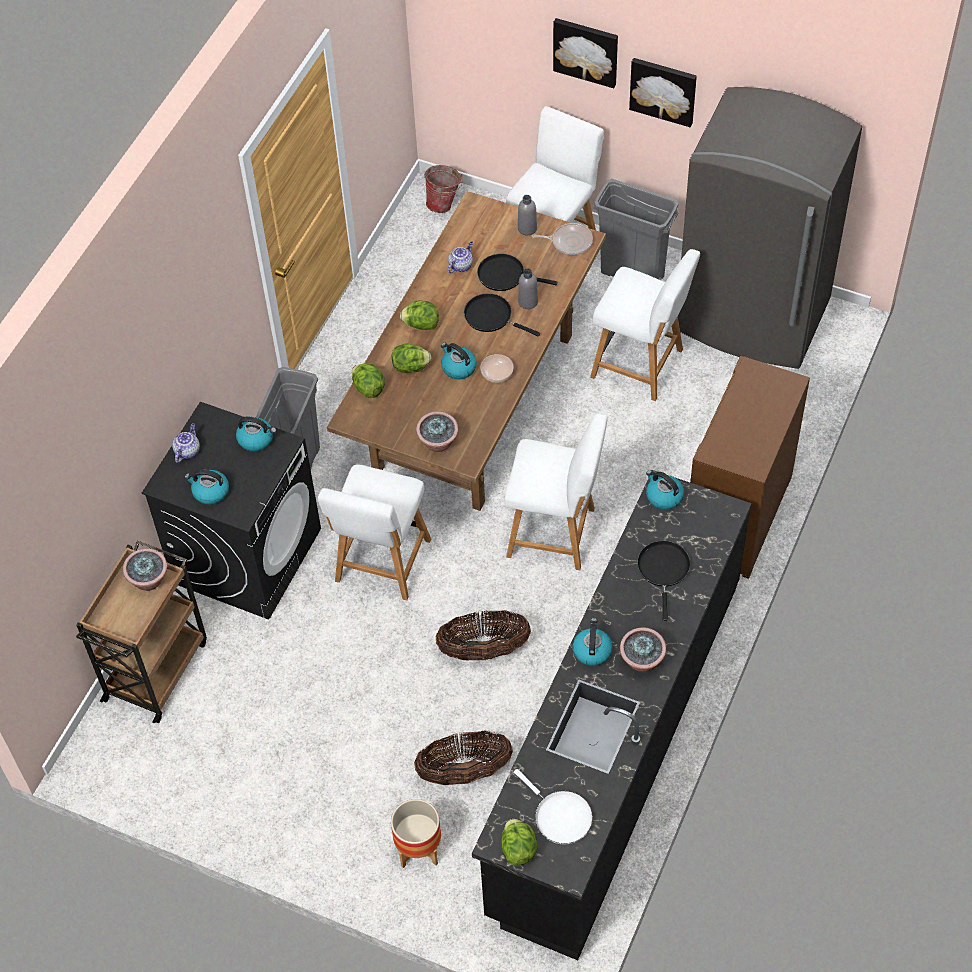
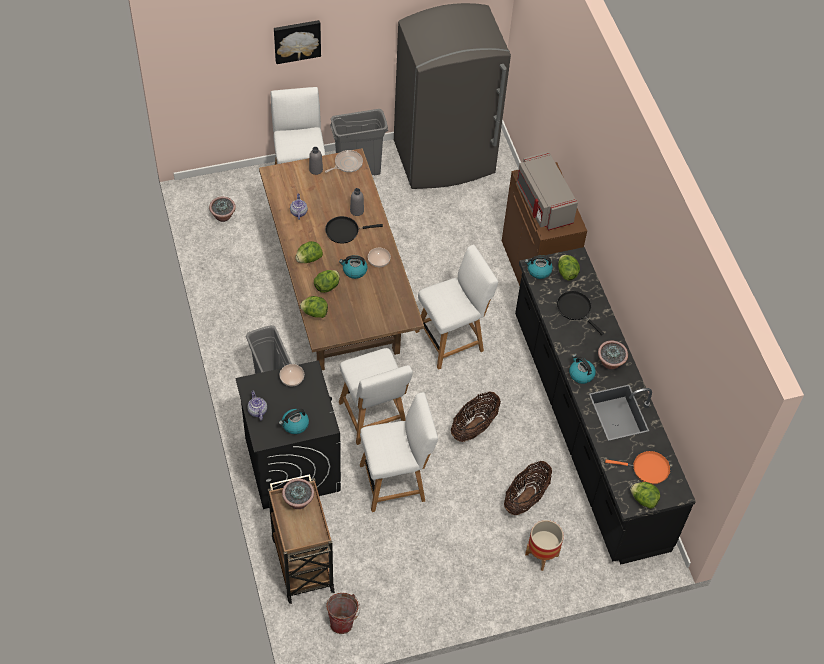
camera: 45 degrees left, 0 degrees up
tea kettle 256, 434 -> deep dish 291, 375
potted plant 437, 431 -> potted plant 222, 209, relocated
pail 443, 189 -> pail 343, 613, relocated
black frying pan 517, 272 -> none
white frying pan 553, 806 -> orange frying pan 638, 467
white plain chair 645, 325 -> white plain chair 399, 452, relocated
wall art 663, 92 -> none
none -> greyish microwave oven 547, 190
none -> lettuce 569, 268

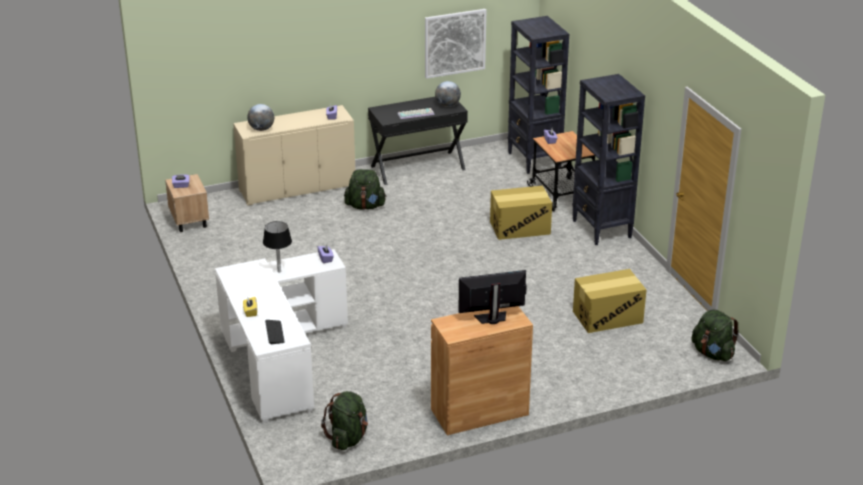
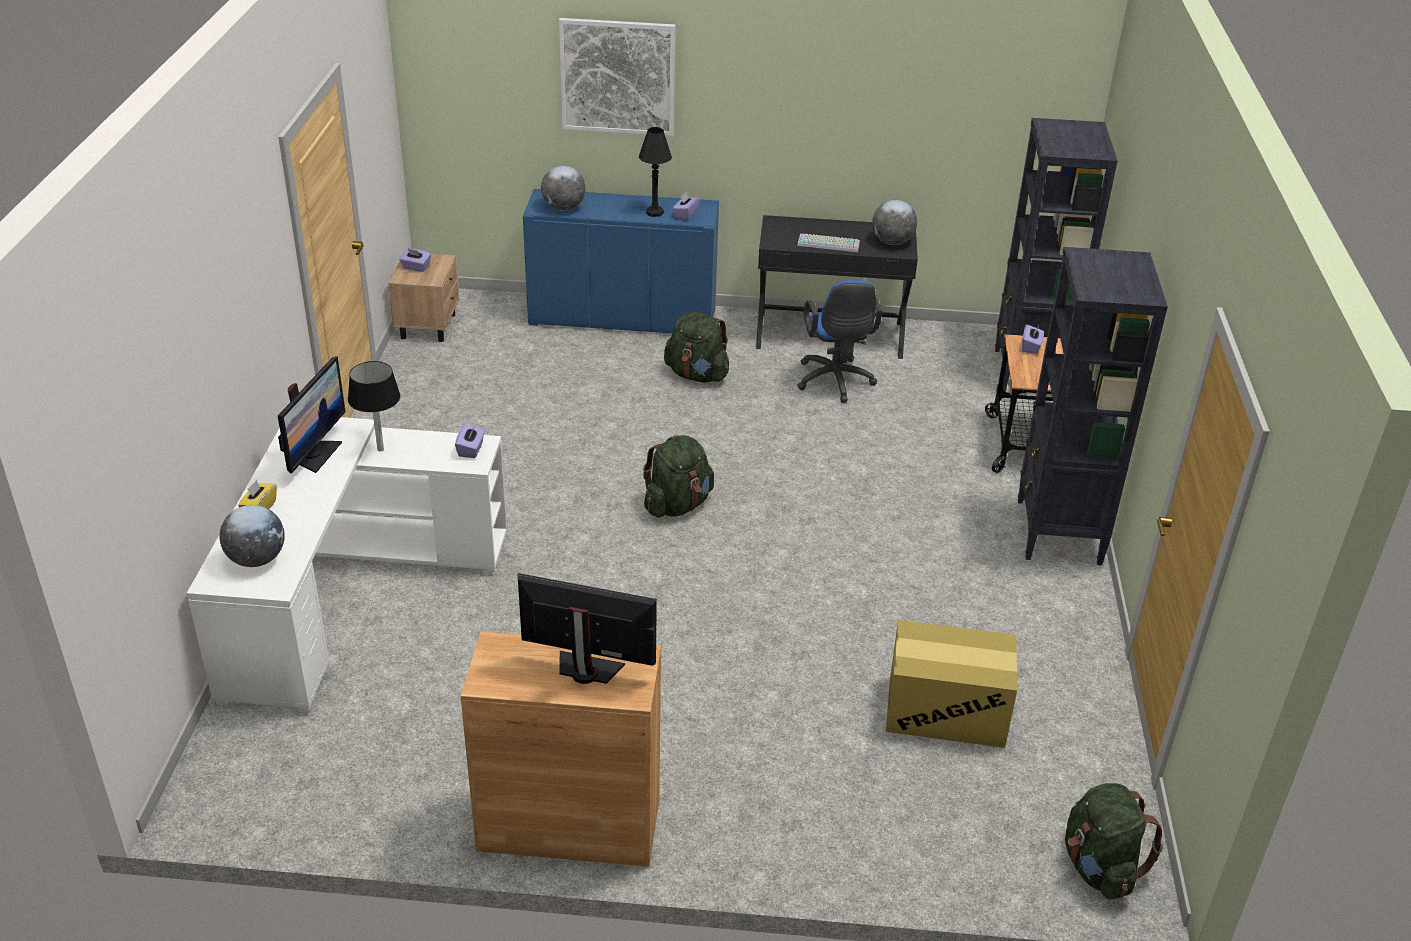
camera: 25 degrees right, 5 degrees up
sand-coloured cabinet 294, 155 -> bluish cabinet 621, 261
computer keyboard 275, 332 -> world globe 252, 536
green-coloured backpack 344, 420 -> green-coloured backpack 678, 476, relocated
wall art 456, 44 -> wall art 617, 77, relocated
packing box 521, 213 -> none
none -> monitor 311, 414
none -> black table lamp 655, 172
none -> bluish desk chair 839, 341

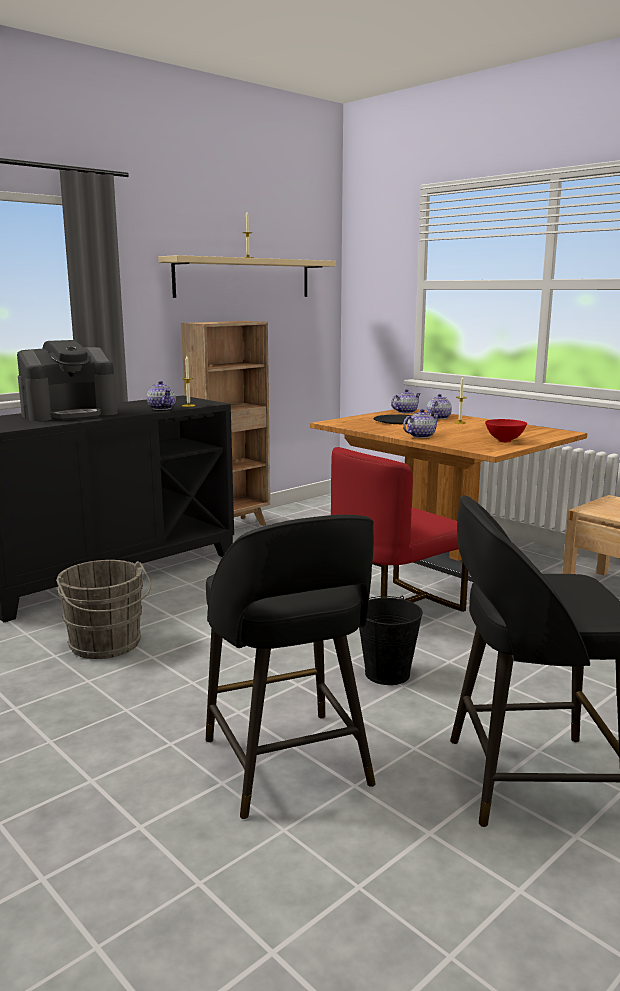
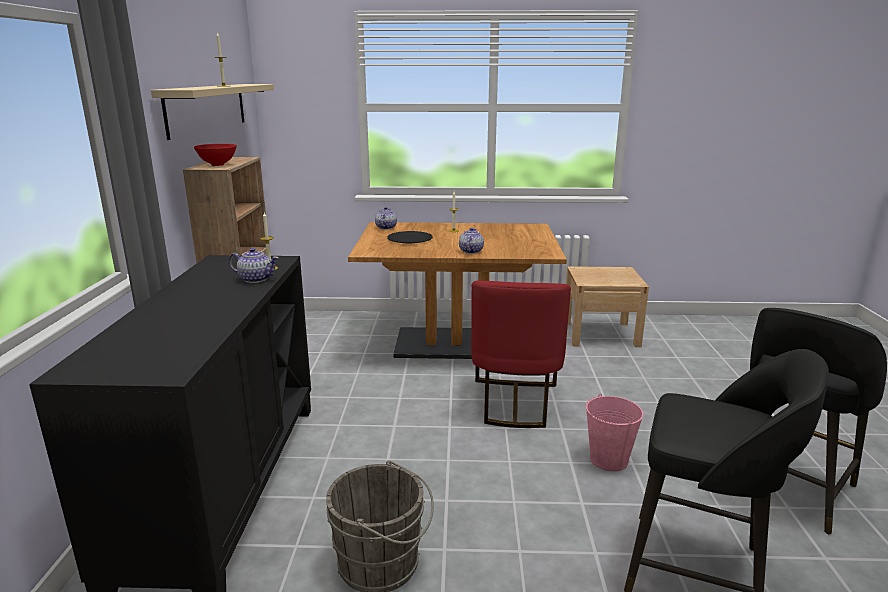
camera: 45 degrees left, 5 degrees up
coffee machine 67, 380 -> none
black pail 391, 640 -> pink pail 614, 432
teapot 439, 406 -> none
red deep dish 506, 430 -> red deep dish 215, 155, relocated

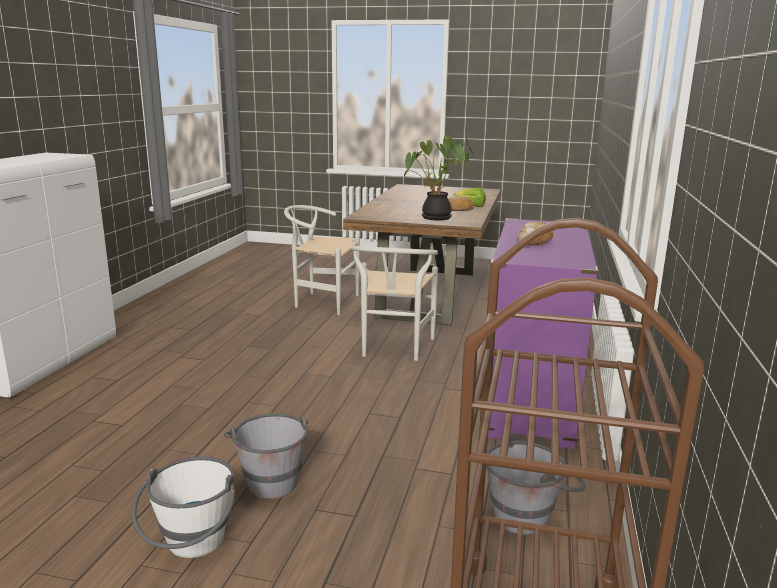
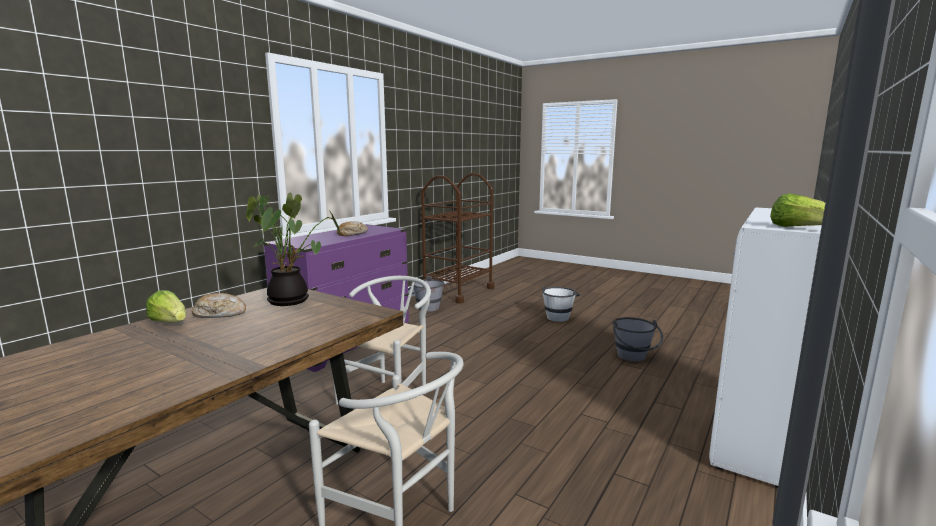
camera: 160 degrees left, 5 degrees down
greyish pail 266, 456 -> greyish pail 637, 339, relocated
none -> lettuce 797, 210

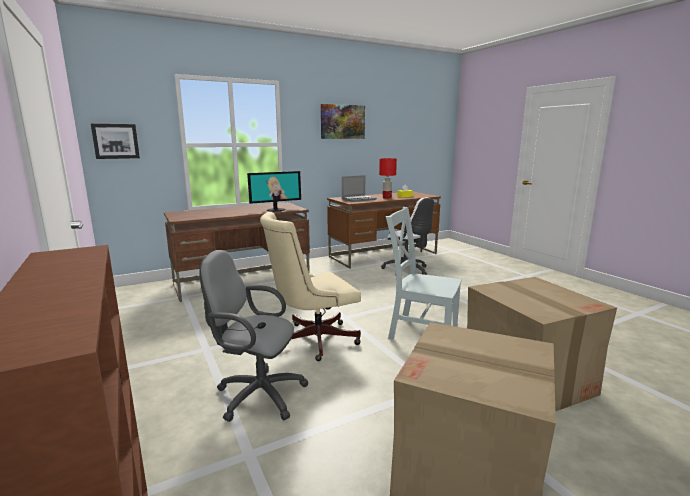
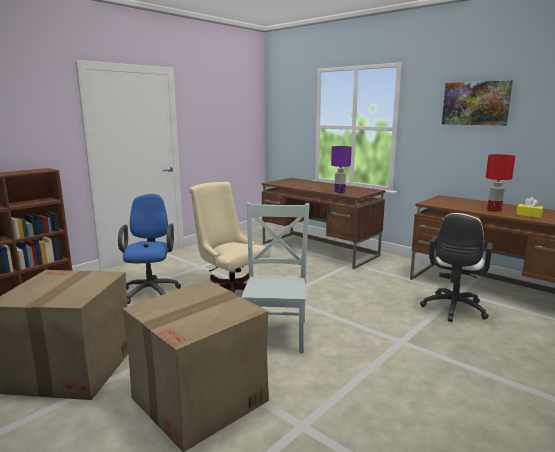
camera: 70 degrees right, 0 degrees up
wall art 115, 141 -> none
greyish desk chair 254, 336 -> bluish desk chair 149, 249
monitor 274, 191 -> purple table lamp 341, 169
laptop 359, 188 -> none

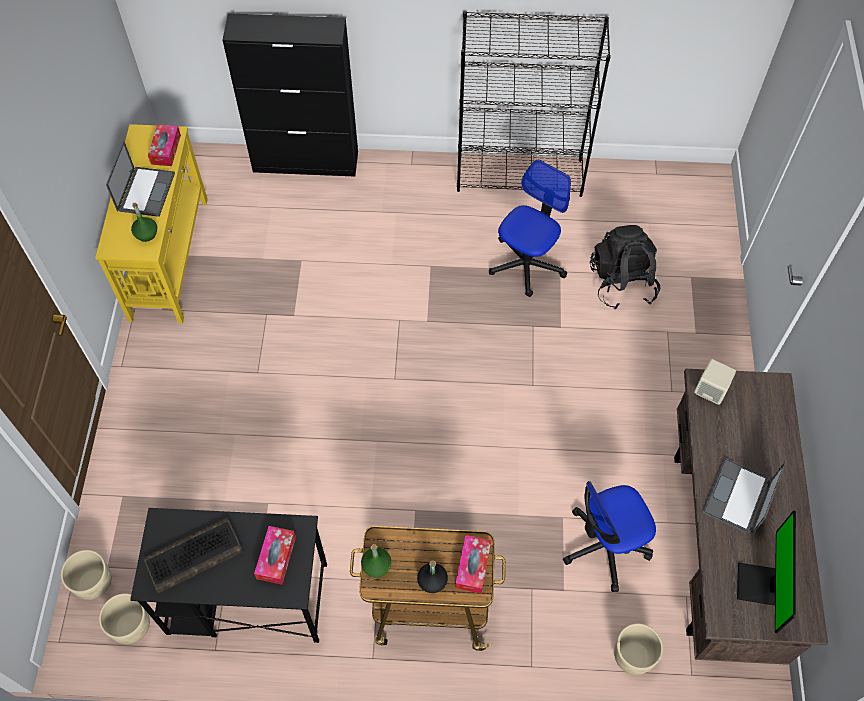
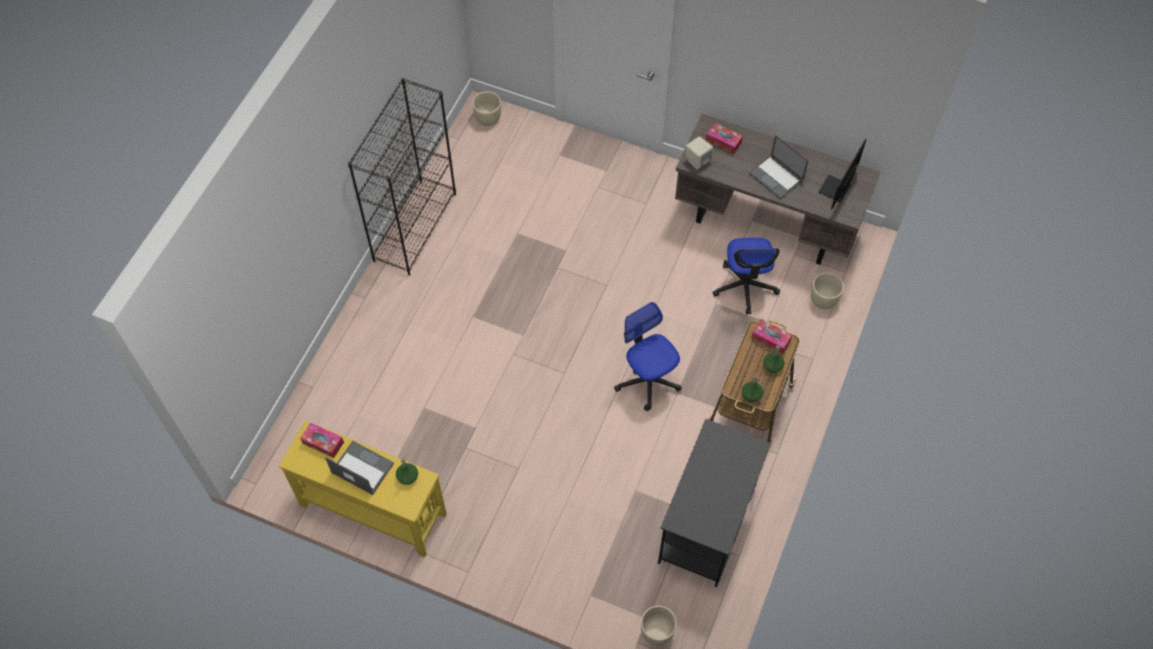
camera: 70 degrees left, 0 degrees up
sand-coloured flower pot 124, 618 -> sand-coloured flower pot 486, 108, relocated
computer keyboard 193, 555 -> none
black cabinet 290, 95 -> none
tissue box 275, 555 -> tissue box 724, 138, relocated
black beverage bottle 432, 576 -> green-coloured beverage bottle 773, 359
desk chair 530, 228 -> desk chair 648, 356, relocated
black backpack 625, 267 -> none
monitor 766, 572 -> monitor 842, 174, 90 degrees clockwise

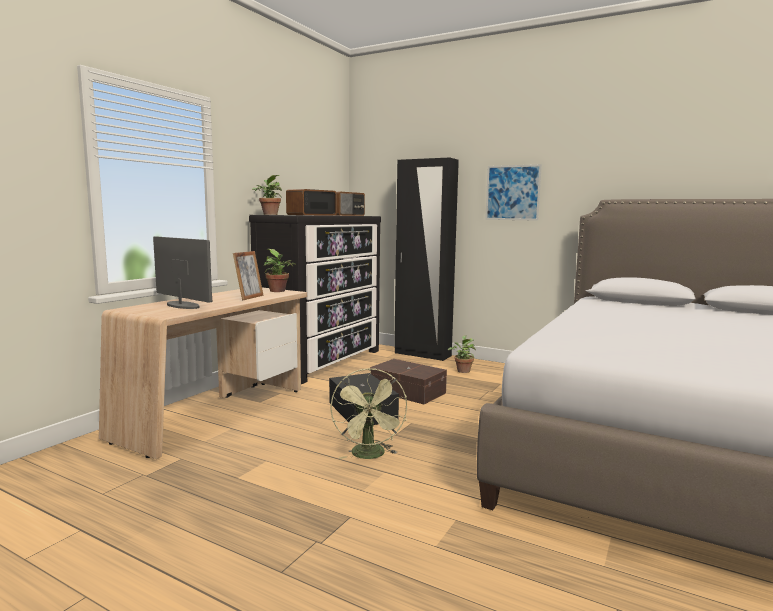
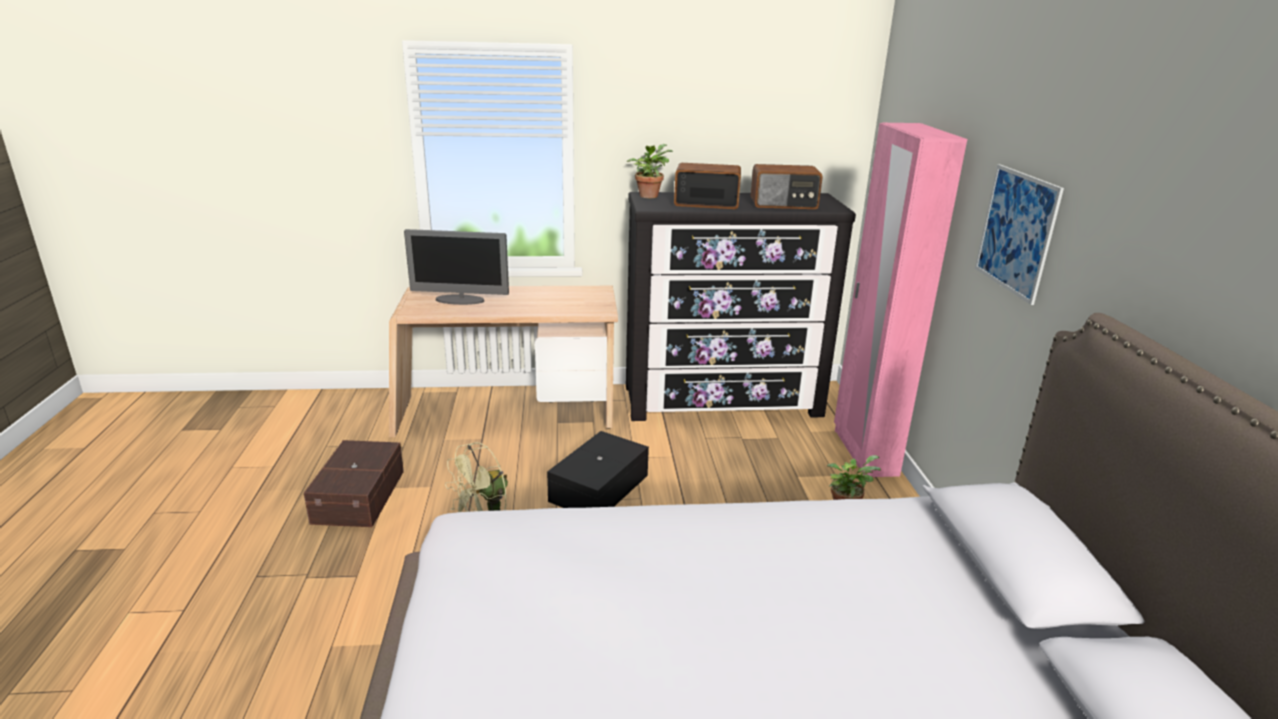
camera: 55 degrees right, 15 degrees up
monitor 182, 273 -> monitor 456, 267, 90 degrees clockwise
photo frame 248, 276 -> none
potted plant 280, 270 -> none
brownish storage container 408, 382 -> brownish storage container 354, 483, relocated
black armoire 426, 259 -> pink armoire 900, 300

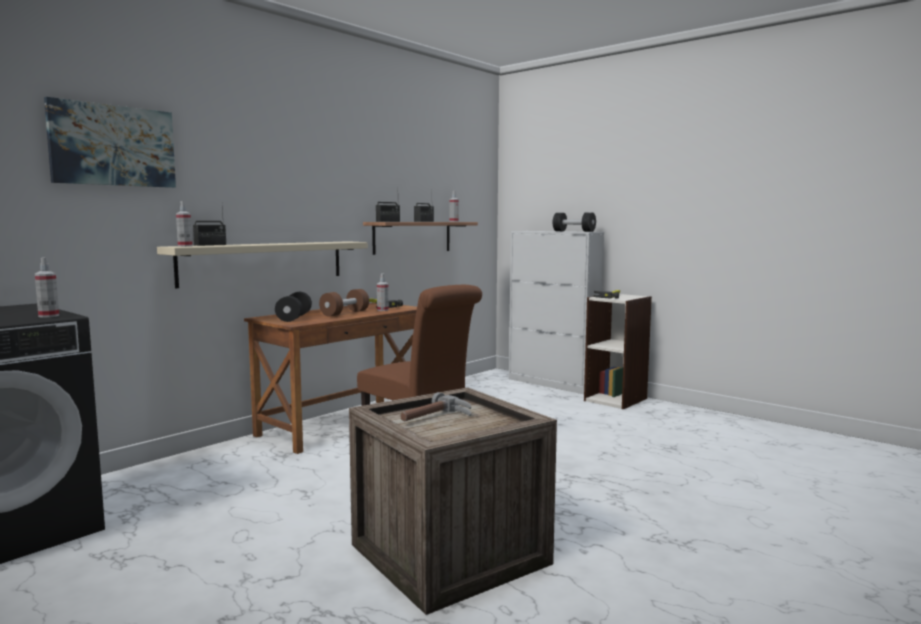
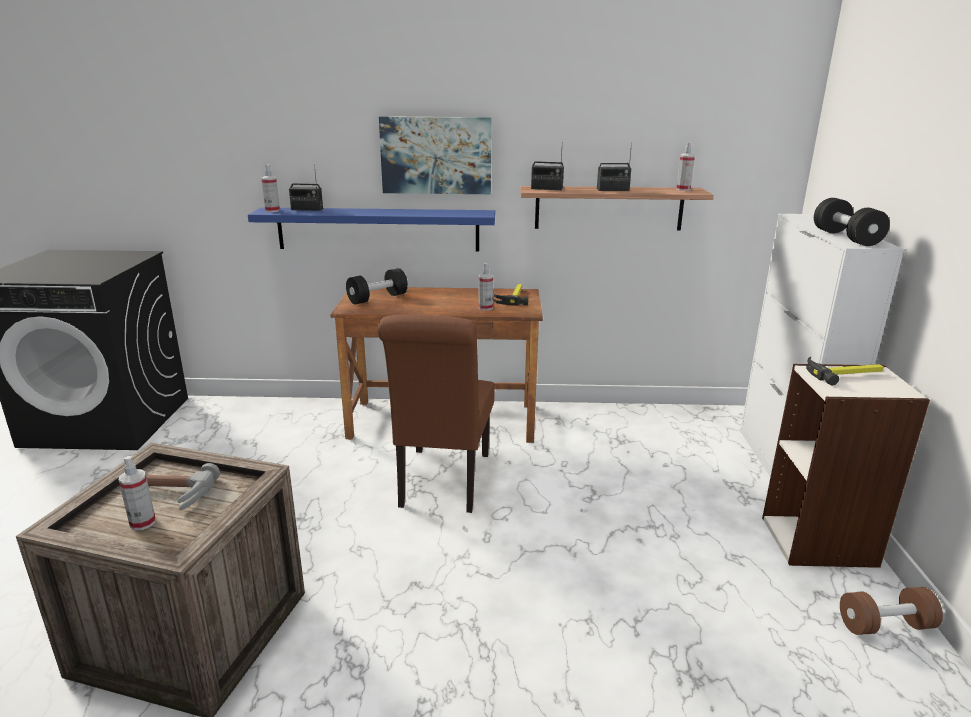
camera: 50 degrees right, 15 degrees up
hand sprayer 47, 287 -> hand sprayer 137, 492, relocated
wall art 110, 142 -> wall art 435, 155, relocated
sand-coloured shelf 262, 264 -> bluish shelf 371, 229
brownish free weight 344, 302 -> brownish free weight 891, 611, relocated

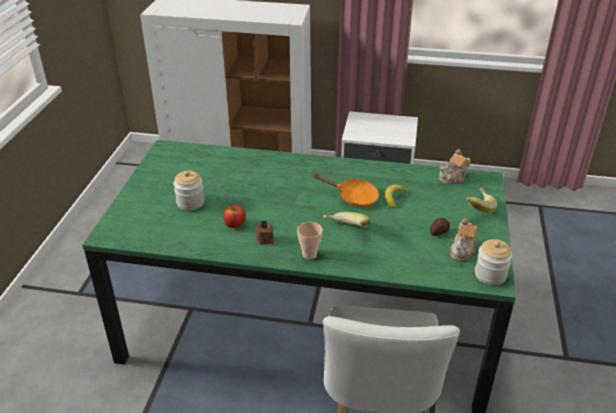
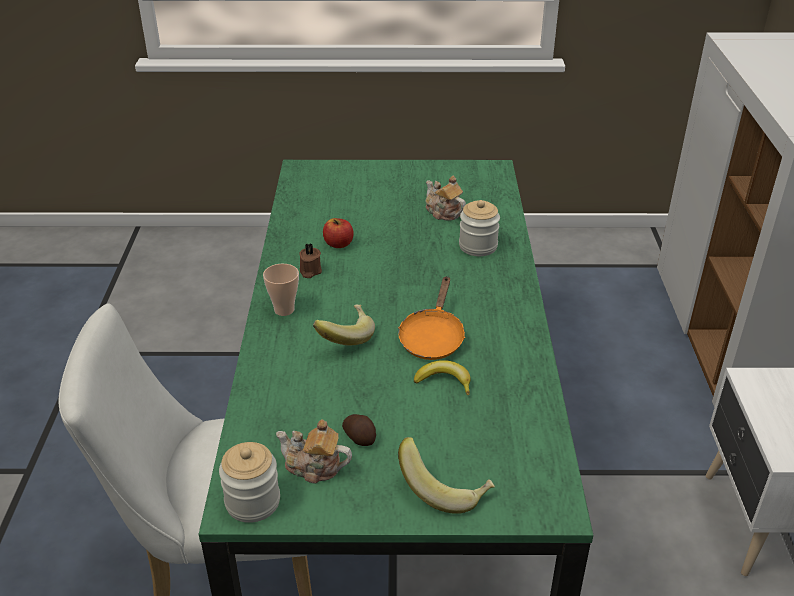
camera: 80 degrees right, 0 degrees up
preserve jar 188, 191 -> preserve jar 479, 228, relocated
teapot 455, 166 -> teapot 446, 198, relocated

